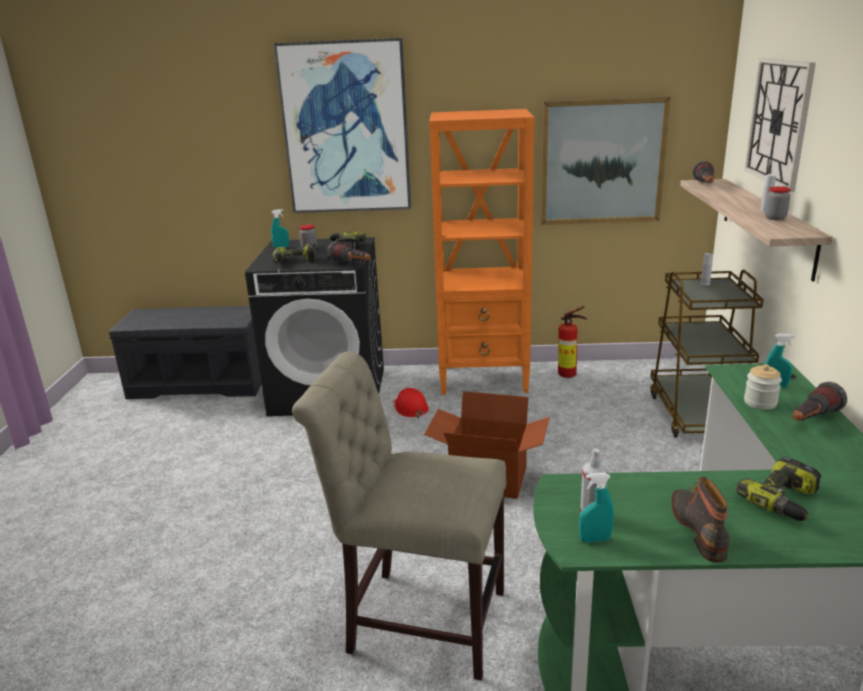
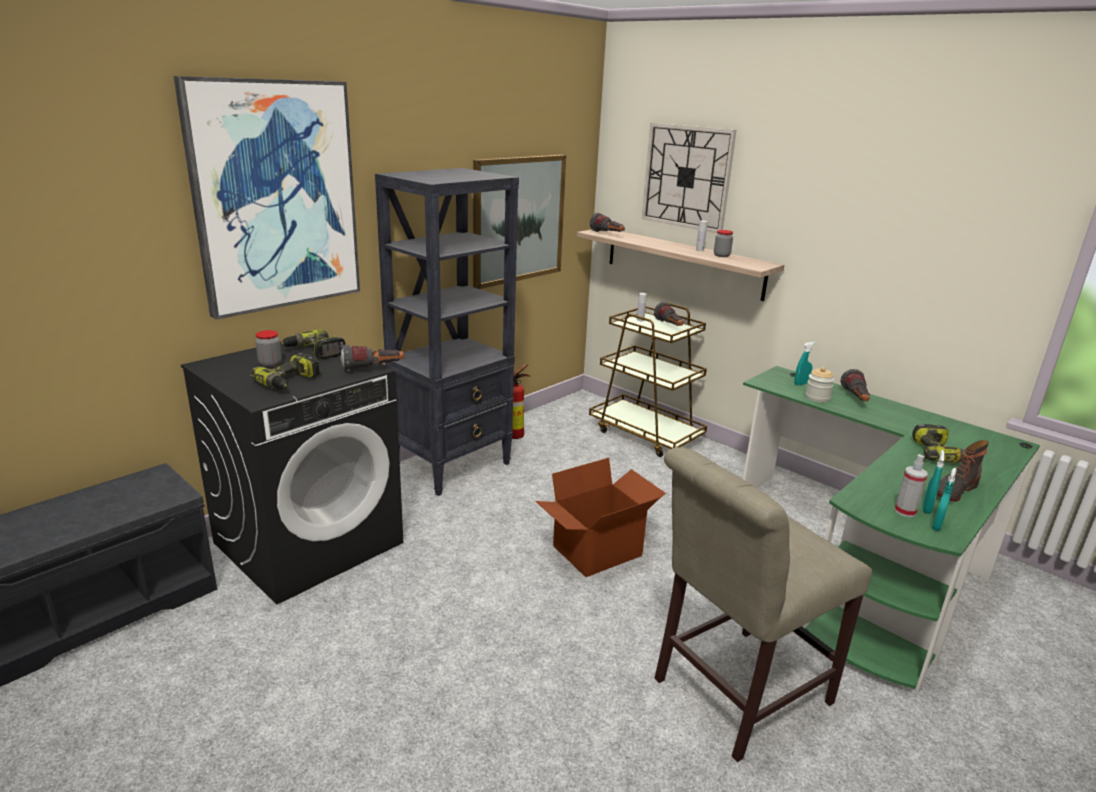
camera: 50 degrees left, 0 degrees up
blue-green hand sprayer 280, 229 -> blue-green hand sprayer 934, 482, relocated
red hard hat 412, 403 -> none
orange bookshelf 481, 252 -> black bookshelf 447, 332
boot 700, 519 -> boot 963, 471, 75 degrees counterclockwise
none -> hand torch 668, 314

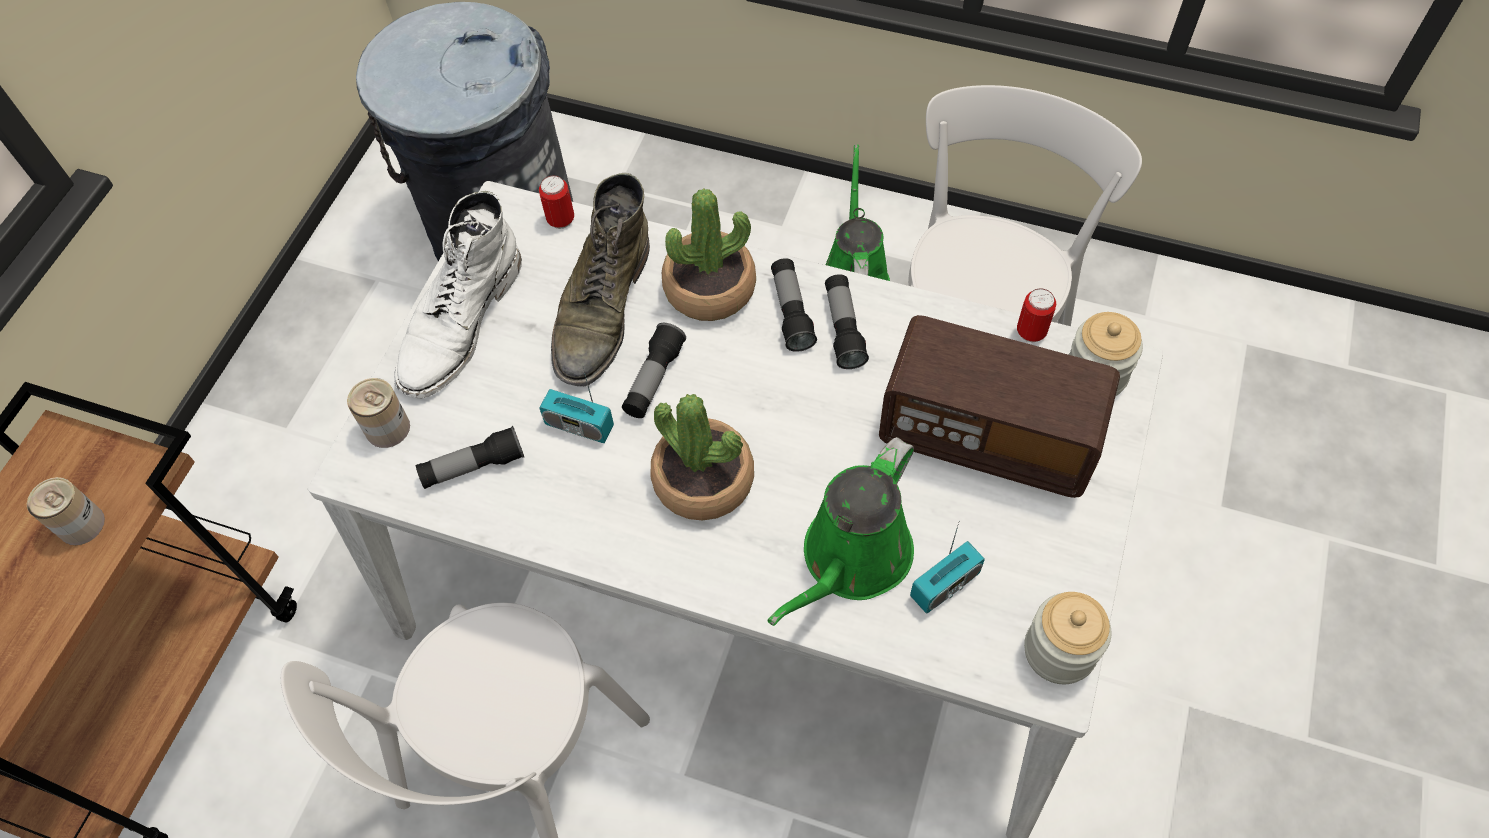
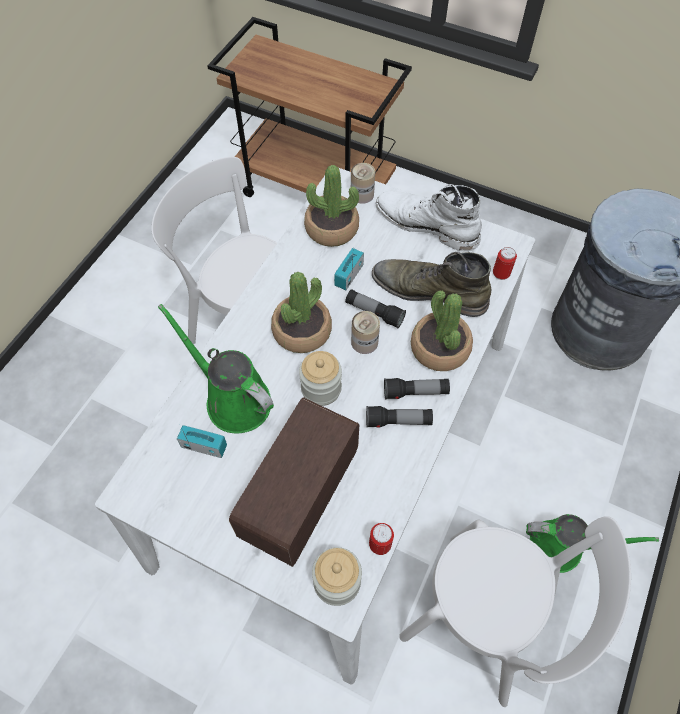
camera: 95 degrees right, 0 degrees up
sealed can 66, 511 -> sealed can 365, 332, relocated
hand torch 470, 457 -> potted plant 331, 206
radio receiver 947, 568 -> radio receiver 202, 441, 135 degrees clockwise
preserve jar 1067, 638 -> preserve jar 320, 378, relocated

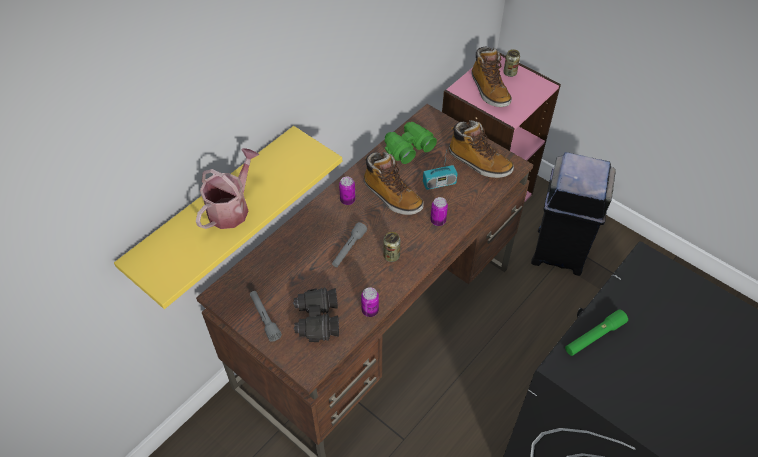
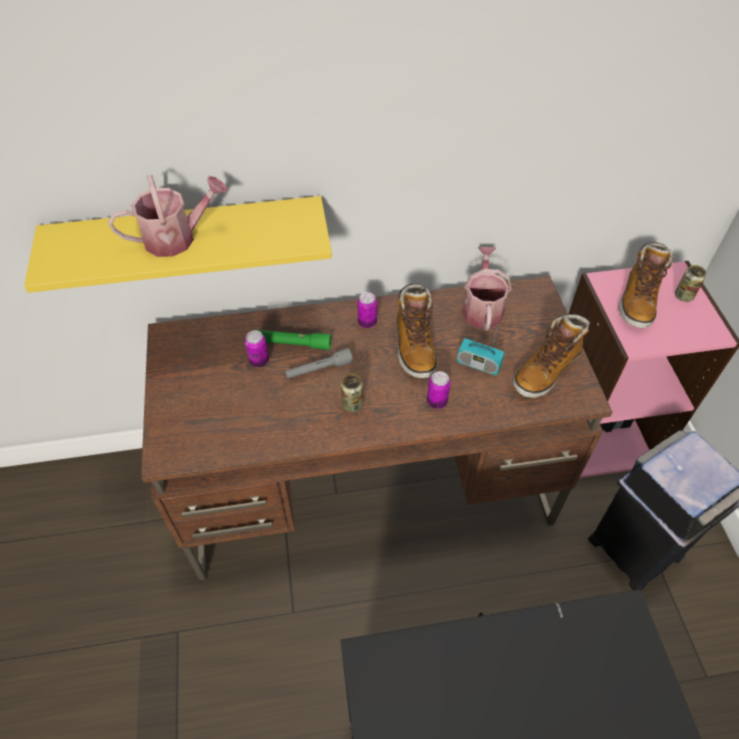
camera: 40 degrees right, 0 degrees up
greyish hand torch 266, 316 -> none
black pair of binoculars 316, 314 -> none
sealed can 370, 302 -> sealed can 257, 348, relocated
green-coloured pair of binoculars 411, 143 -> watering can 487, 289
boot 481, 149 -> boot 551, 356, 60 degrees clockwise
green-coloured hand torch 596, 332 -> green-coloured hand torch 294, 340, relocated

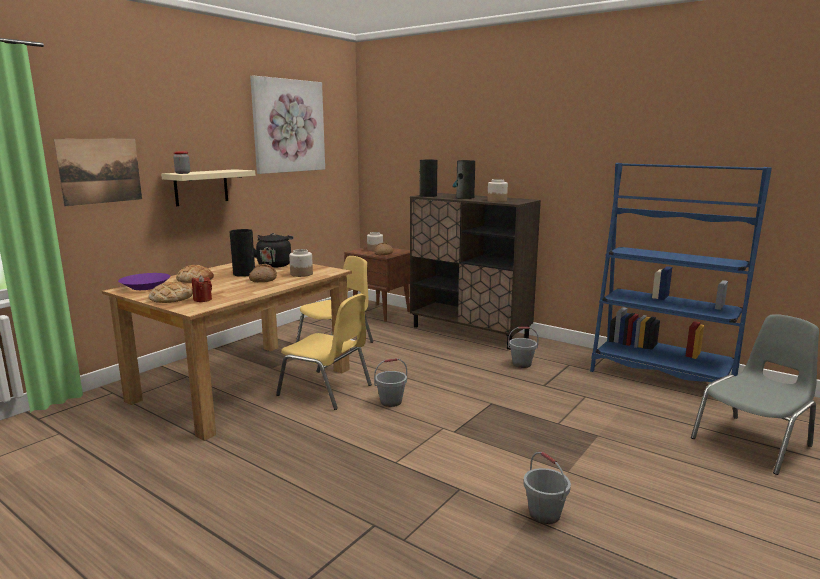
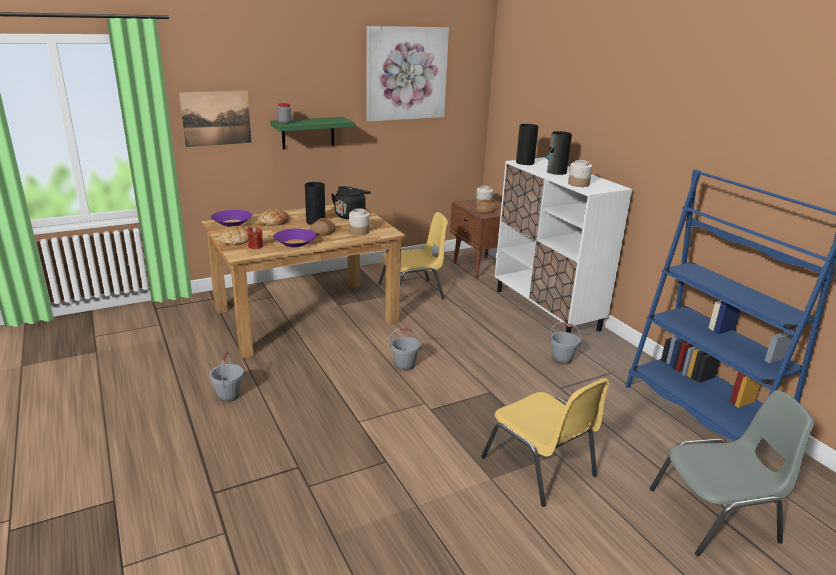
camera: 25 degrees right, 10 degrees up
sand-coloured shelf 208, 187 -> green-coloured shelf 312, 133
yellowish plain chair 324, 352 -> yellowish plain chair 545, 442, relocated
brownish cabinet 475, 271 -> white cabinet 563, 245
greyish pail 547, 488 -> greyish pail 227, 377, relocated
none -> purple deep dish 295, 238

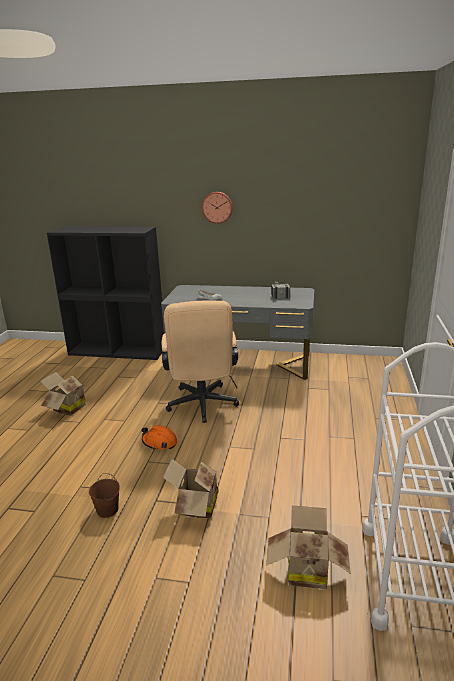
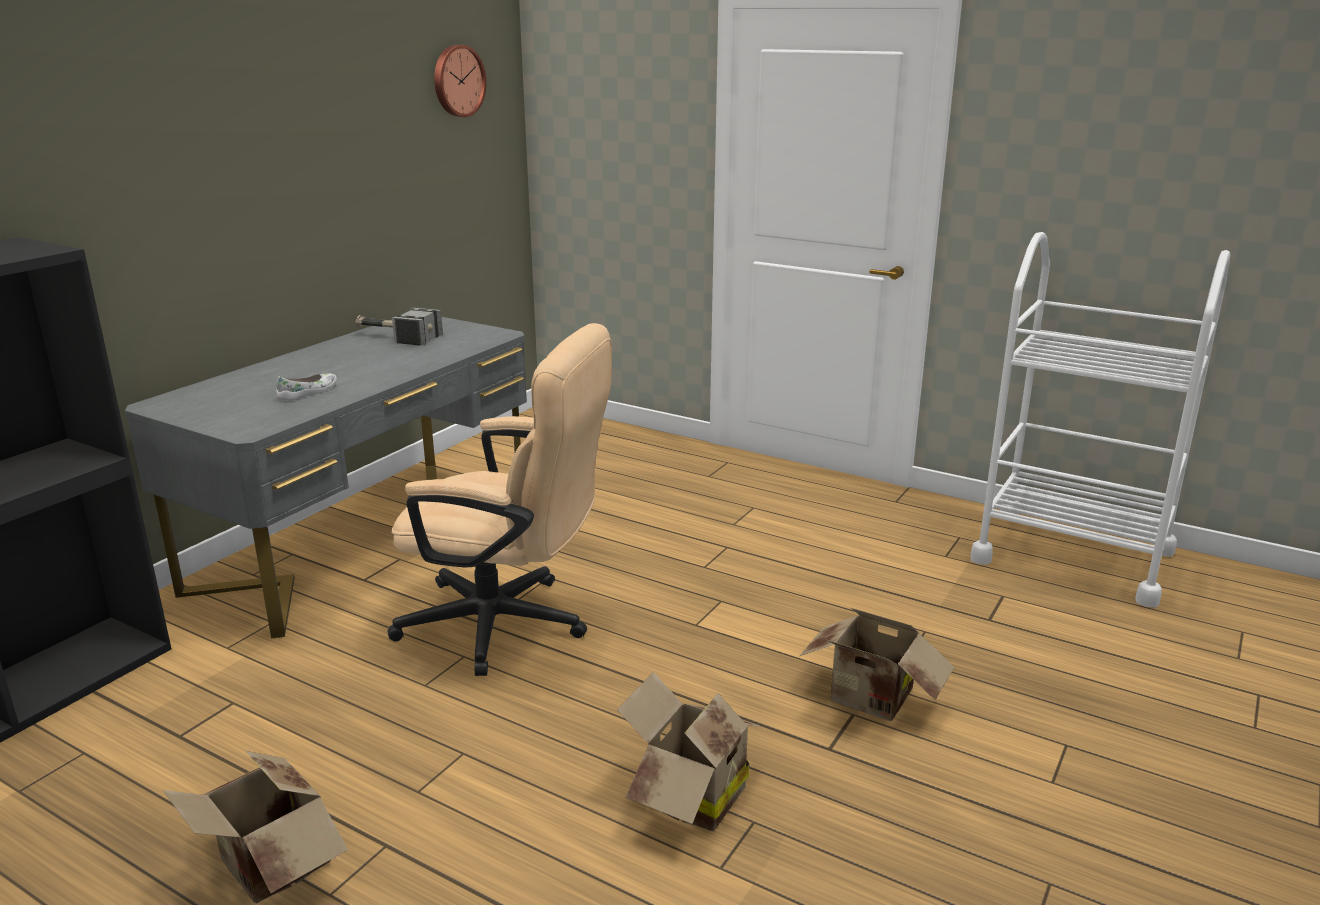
camera: 70 degrees left, 0 degrees up
brownish pail 104, 495 -> none
orange hard hat 159, 437 -> none
hanging clock 217, 208 -> hanging clock 460, 81, relocated
packing box 308, 547 -> packing box 689, 751, relocated

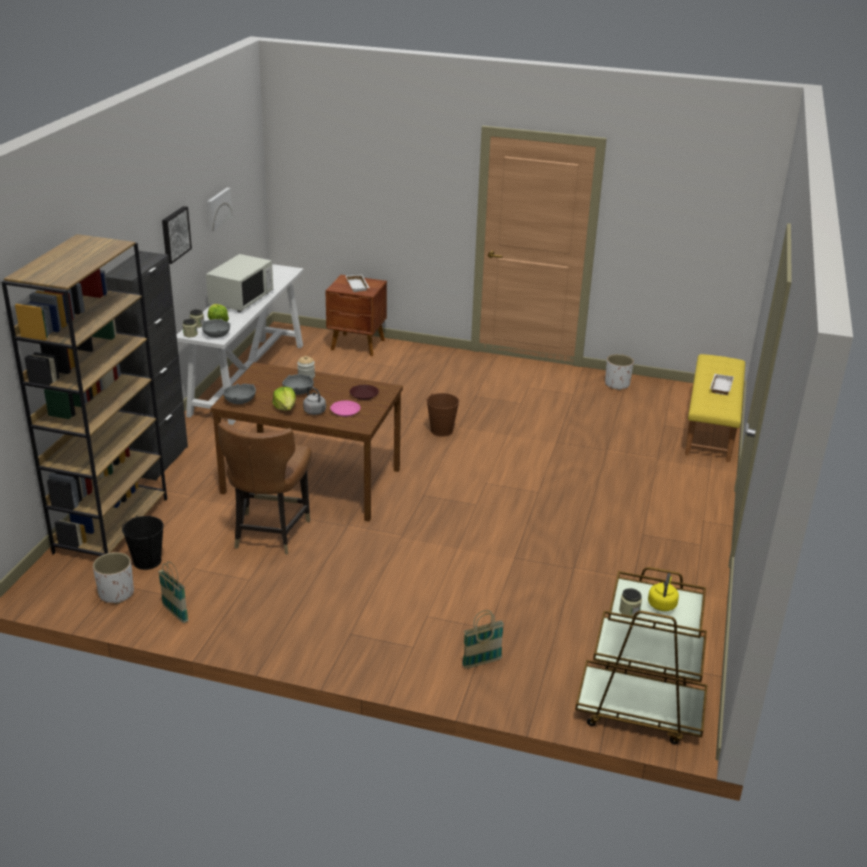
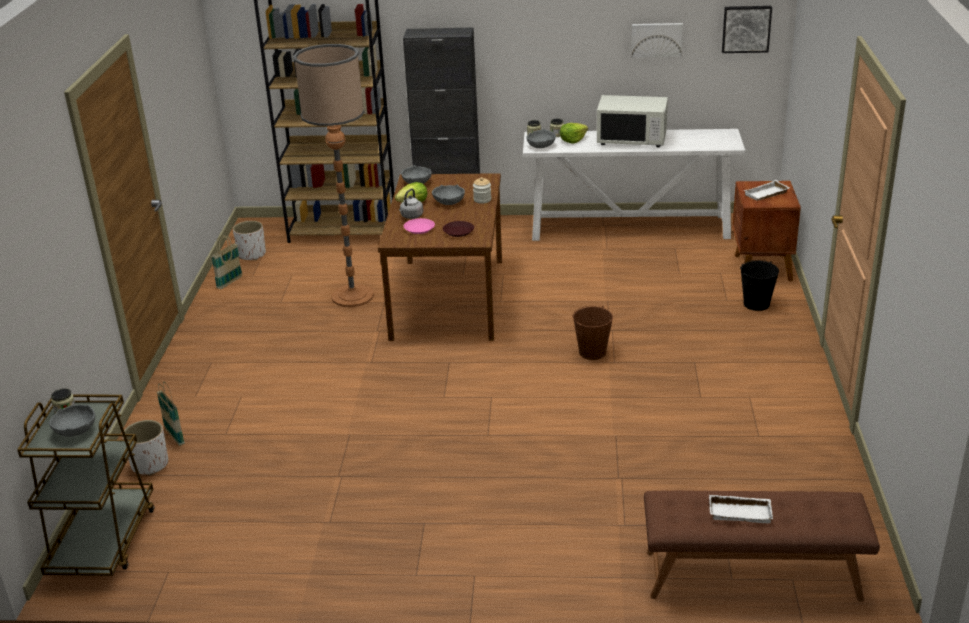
camera: 80 degrees right, 0 degrees up
black pail 143, 542 -> black pail 759, 285, relocated
wall art 177, 235 -> wall art 747, 29, relocated
brownish plain chair 265, 488 -> standard lamp 333, 175
white flower pot 619, 372 -> white flower pot 145, 448, relocated
yellowish tea kettle 663, 592 -> greyish deep dish 71, 421
yellowish bench 715, 408 -> brownish bench 762, 546

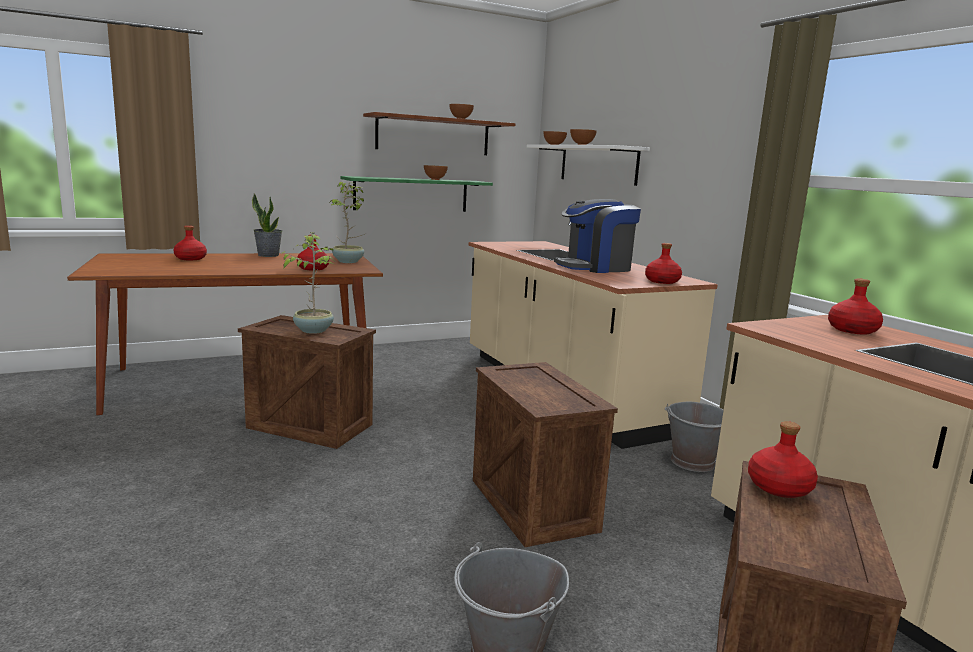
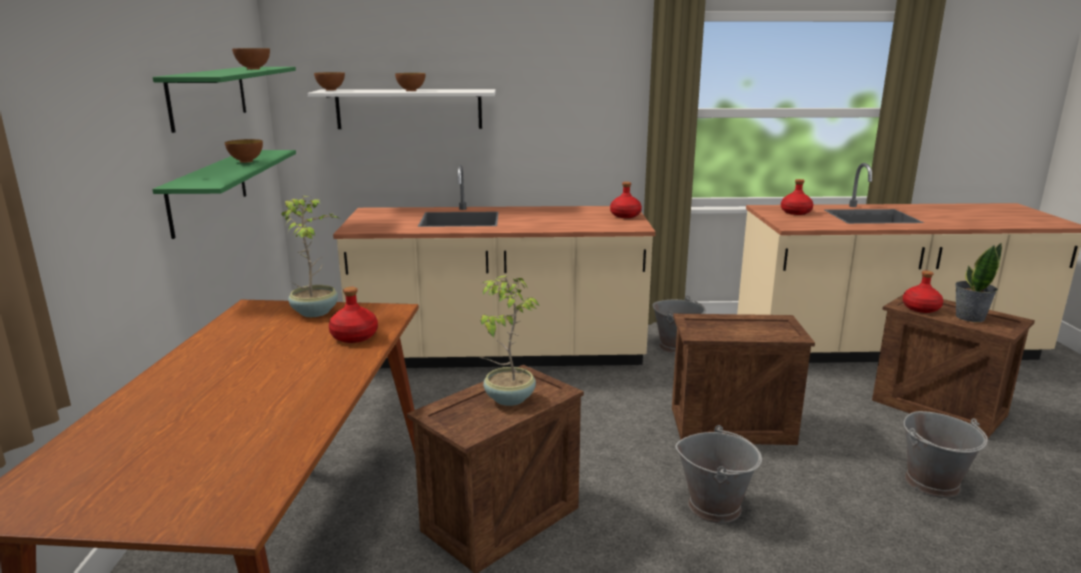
camera: 65 degrees left, 5 degrees up
red beverage bottle 190, 243 -> none
potted plant 267, 225 -> potted plant 978, 282, relocated
brownish shelf 439, 133 -> green-coloured shelf 224, 100
coffee machine 597, 236 -> none
none -> greyish pail 718, 474

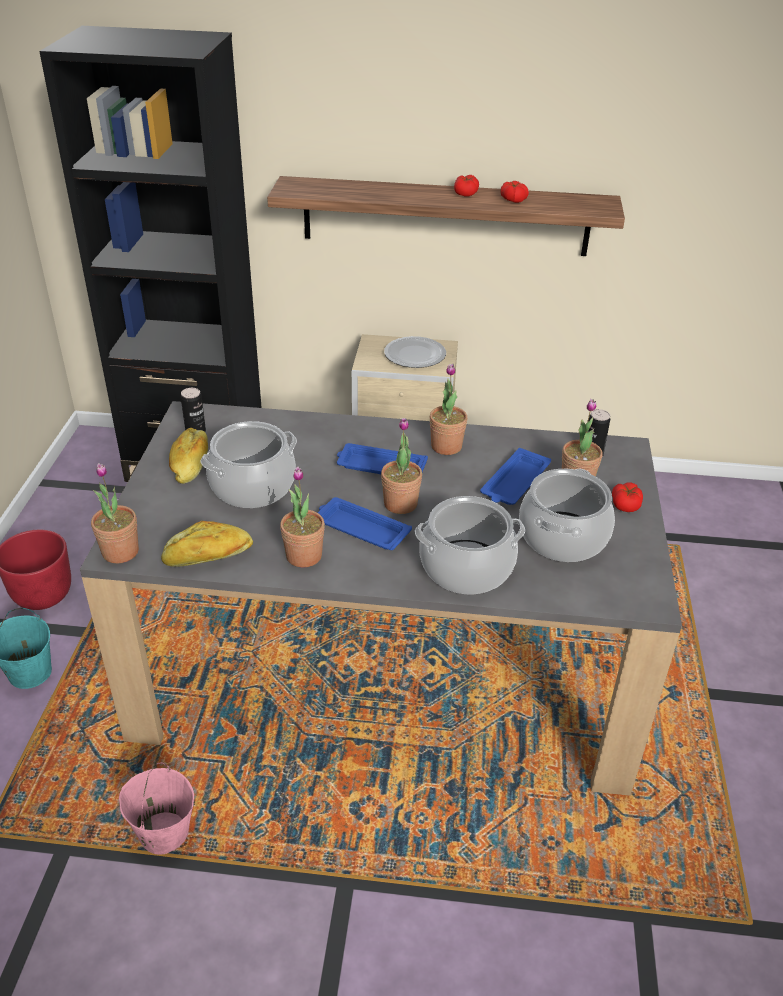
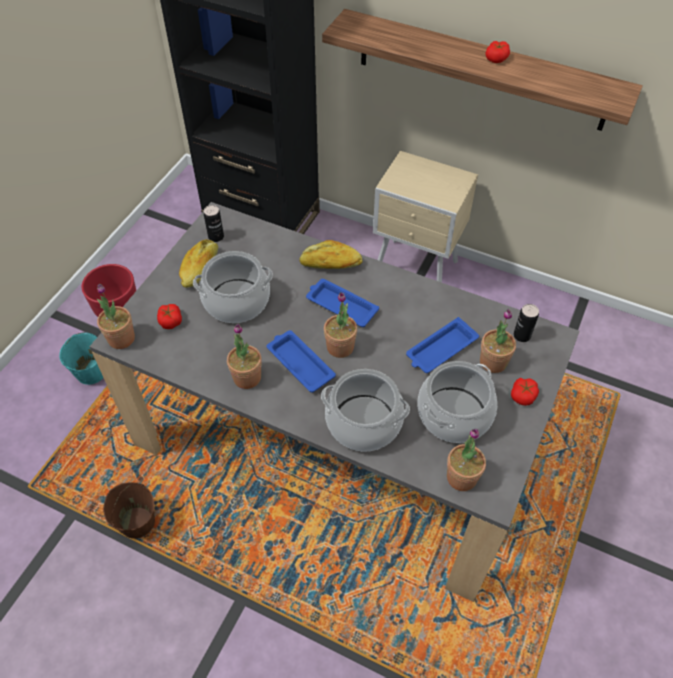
camera: 20 degrees right, 15 degrees up
pink pail 156, 808 -> brownish pail 129, 510
baked bread 207, 544 -> baked bread 331, 254, relocated
plate 415, 352 -> none
potted plant 448, 409 -> potted plant 466, 459, relocated
tomato 514, 192 -> tomato 169, 316, relocated

